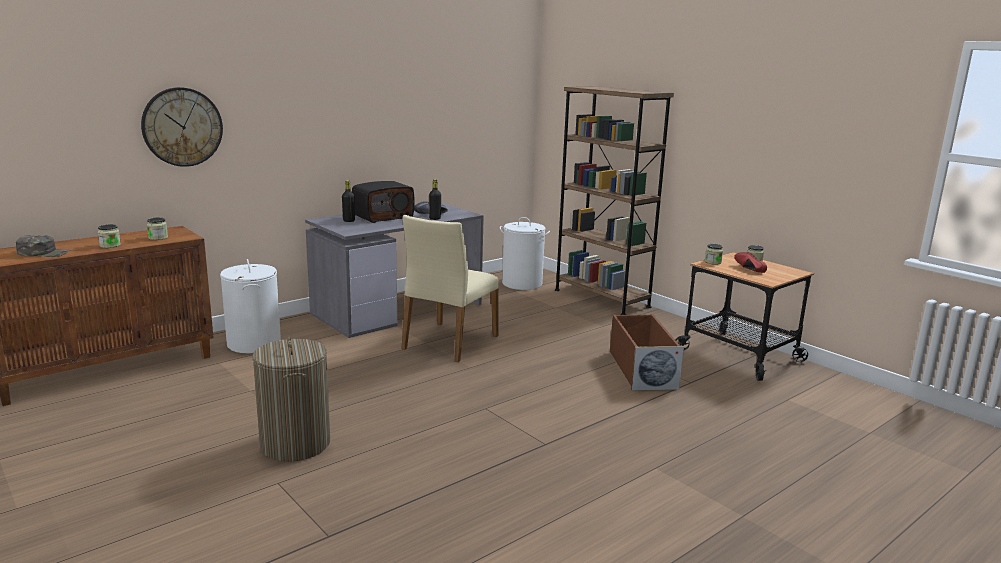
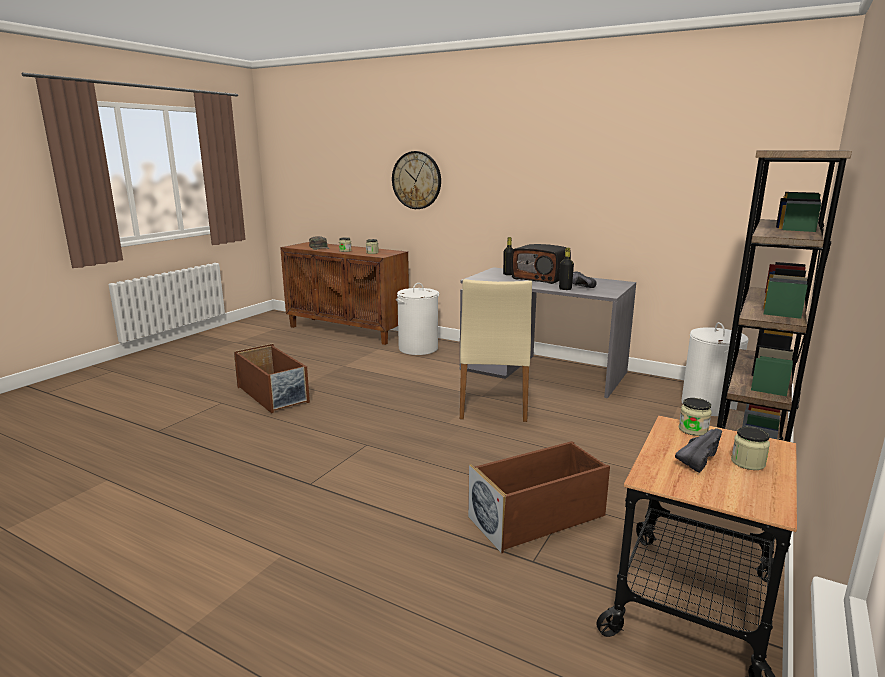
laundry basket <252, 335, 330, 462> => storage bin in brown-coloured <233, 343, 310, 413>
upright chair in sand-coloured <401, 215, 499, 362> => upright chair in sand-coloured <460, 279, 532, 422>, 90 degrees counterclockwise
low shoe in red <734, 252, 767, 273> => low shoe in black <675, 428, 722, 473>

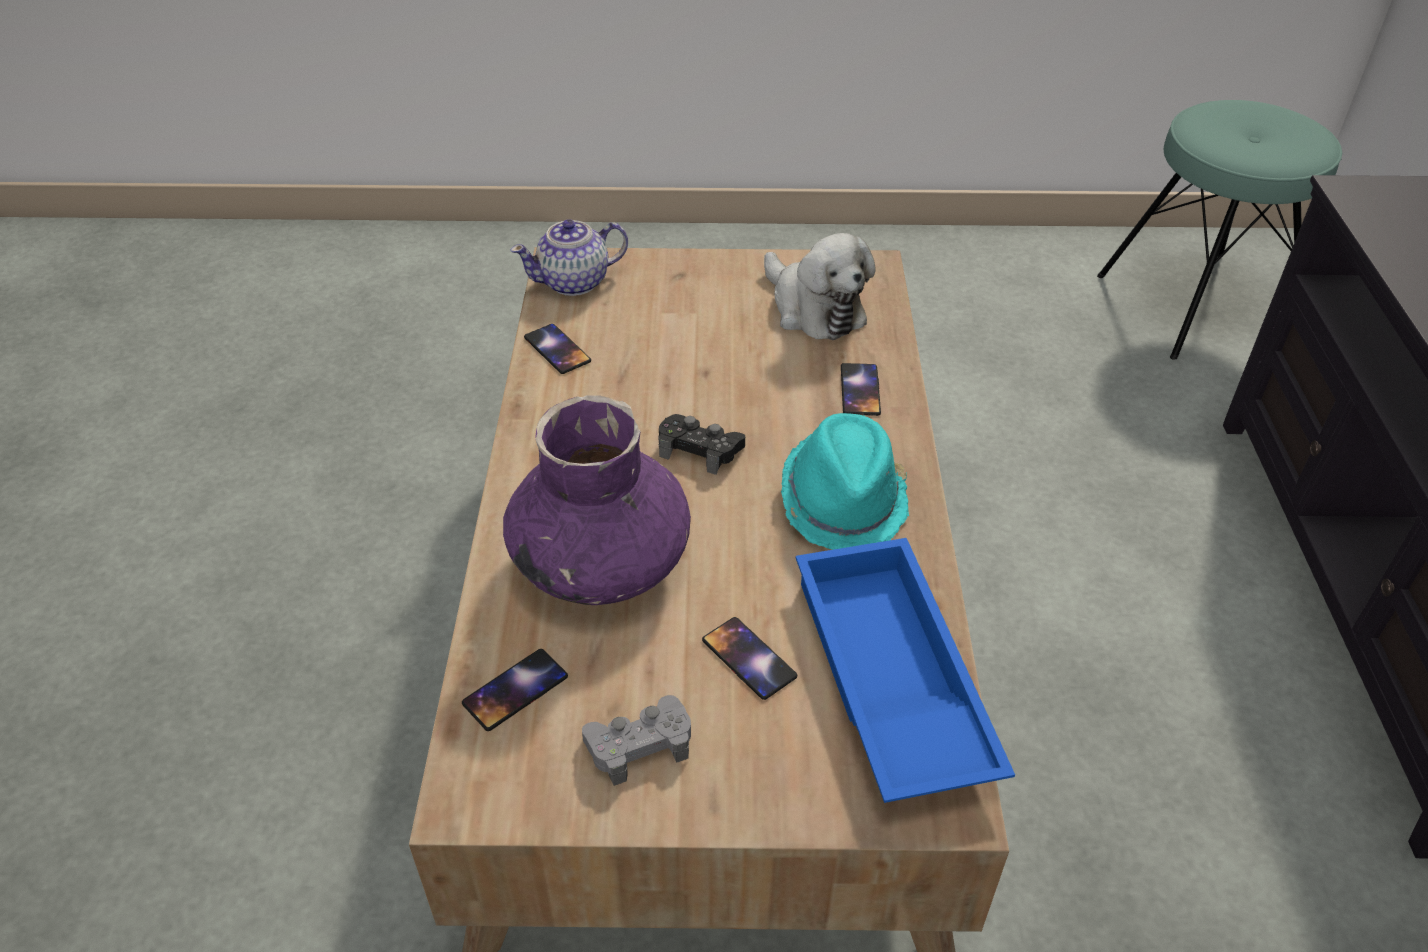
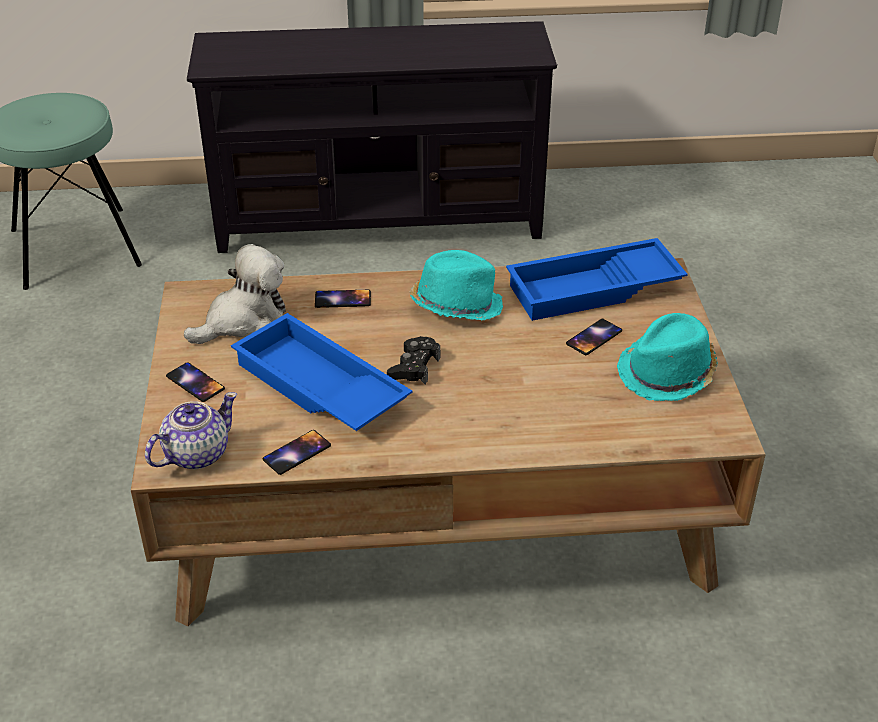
phone <462, 649, 568, 731> => phone <166, 362, 225, 402>, shifted
vase in purple <503, 395, 691, 605> => nothing
teapot <510, 219, 628, 296> => teapot <145, 392, 237, 470>, 105 degrees counterclockwise
game controller in gray <582, 695, 691, 786> => wearable hat in blue-green <617, 313, 717, 401>
nothing => carrying tray in blue-coloured <231, 313, 412, 431>

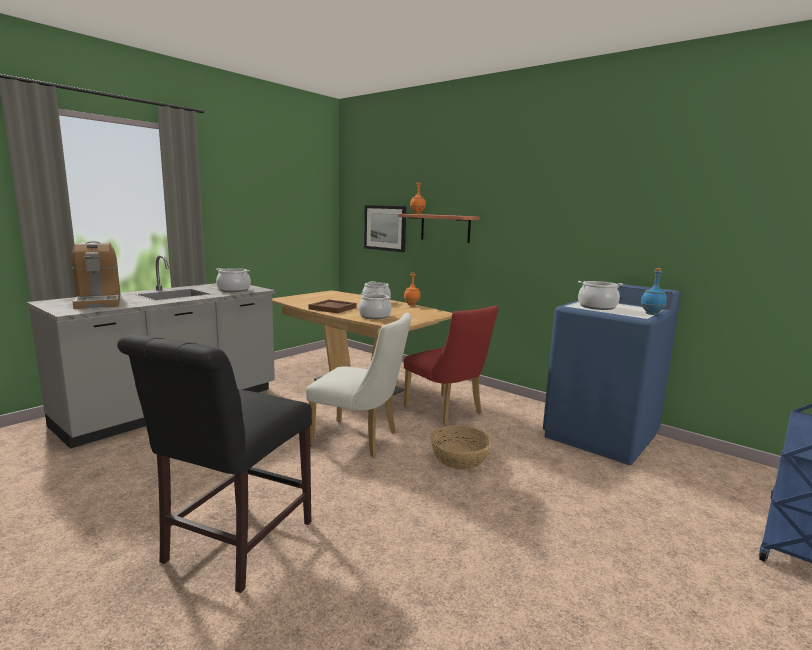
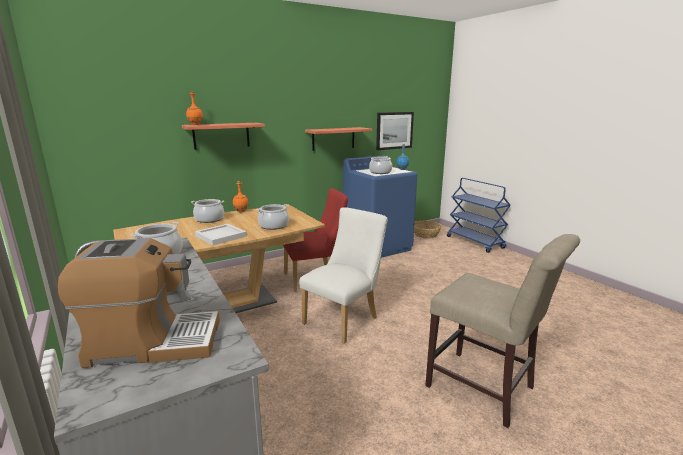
upright chair in black <117, 335, 312, 593> => upright chair in sand-coloured <425, 234, 580, 428>
carrying tray in brown-coloured <309, 299, 356, 313> => carrying tray in whitish <195, 224, 247, 245>
picture <364, 205, 406, 252> => picture <376, 112, 414, 150>, shifted
storage basket <430, 425, 492, 470> => storage basket <414, 221, 442, 239>, shifted
nothing => wall shelf <305, 127, 372, 151>

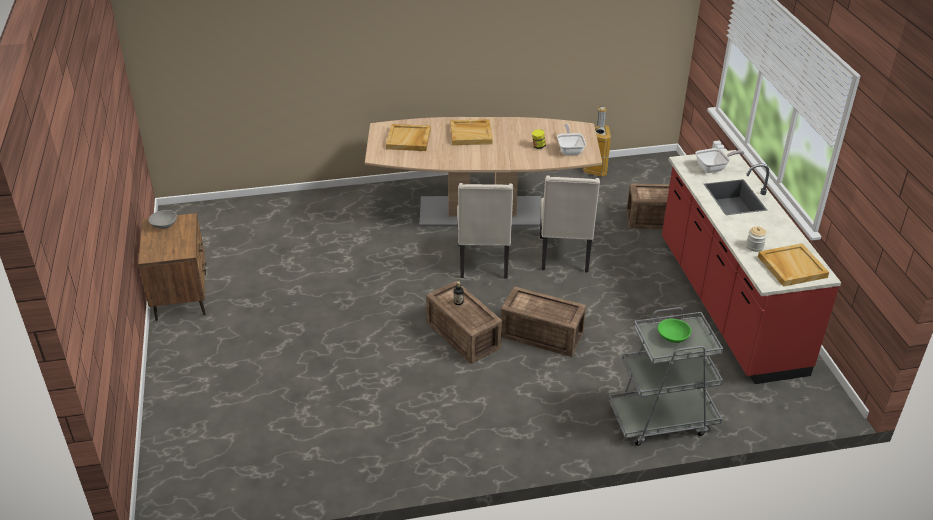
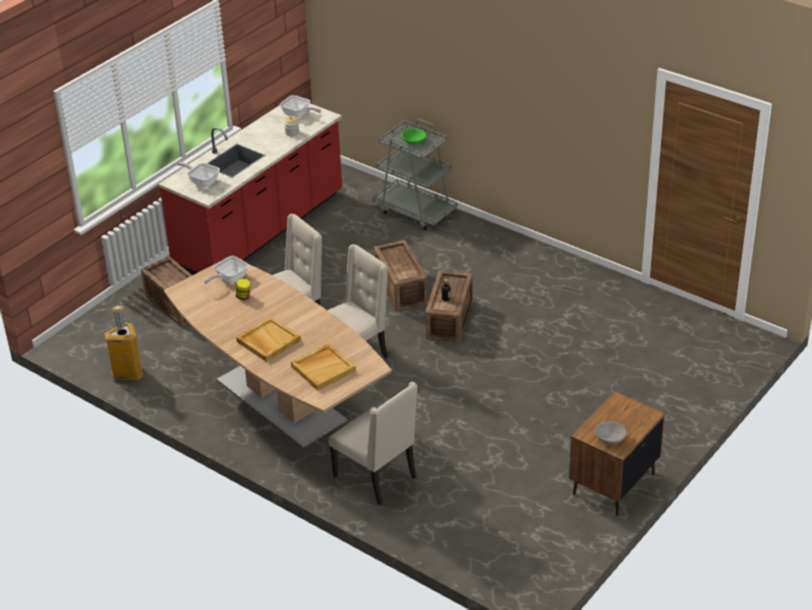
carrying tray in sand-coloured <758, 243, 829, 287> => skillet <280, 95, 321, 118>
nothing => upright chair in sand-coloured <329, 382, 418, 505>

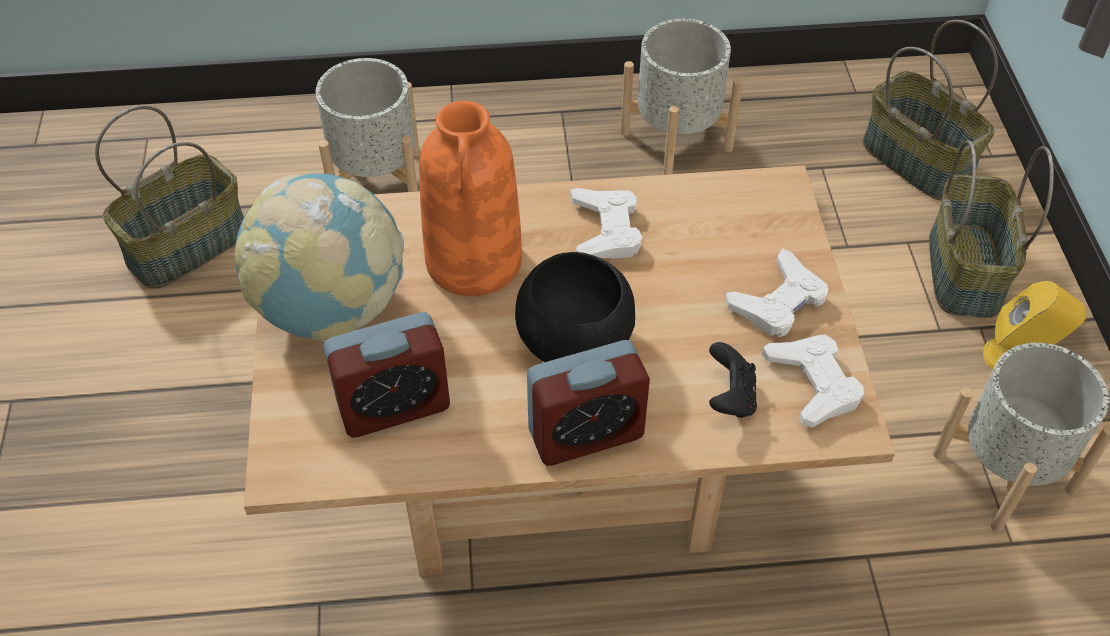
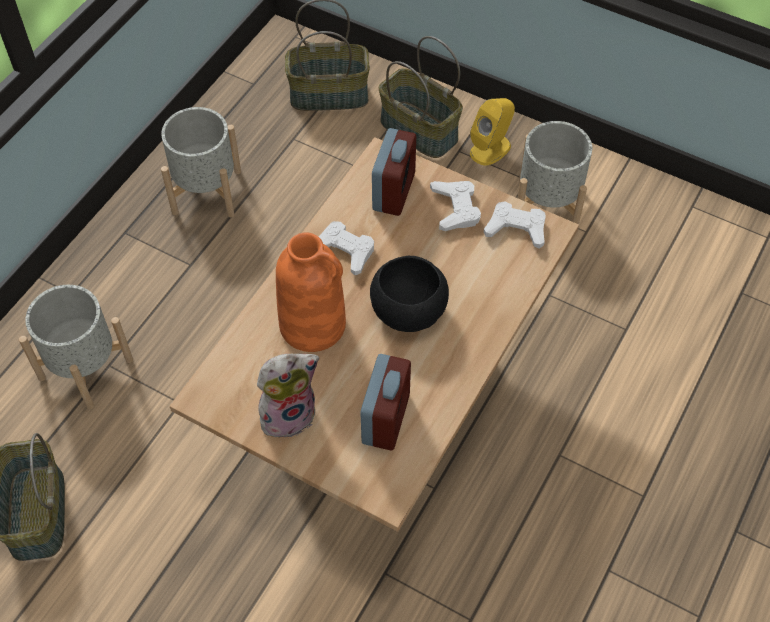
desk globe <235, 174, 405, 341> => soft toy <257, 354, 319, 437>
bedside clock <527, 340, 650, 466> => bedside clock <372, 128, 416, 216>, shifted
game controller in black <709, 342, 757, 418> => nothing

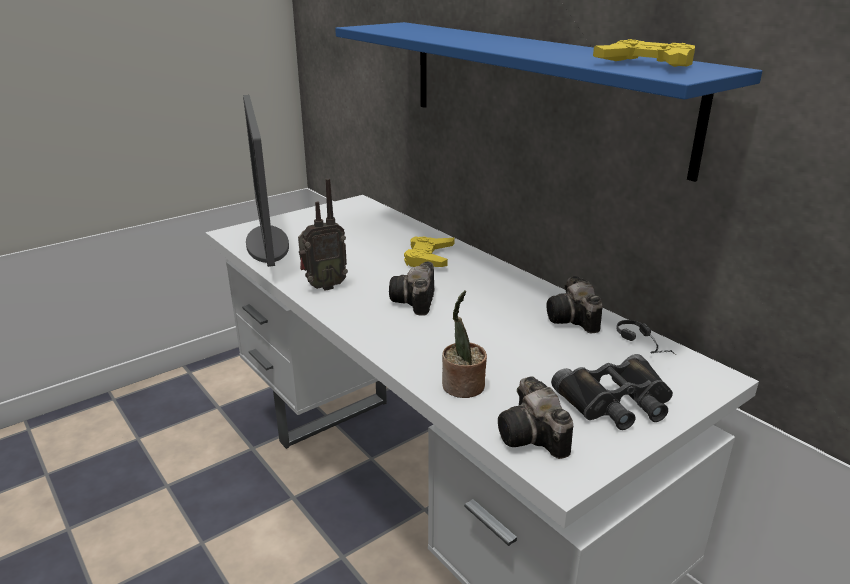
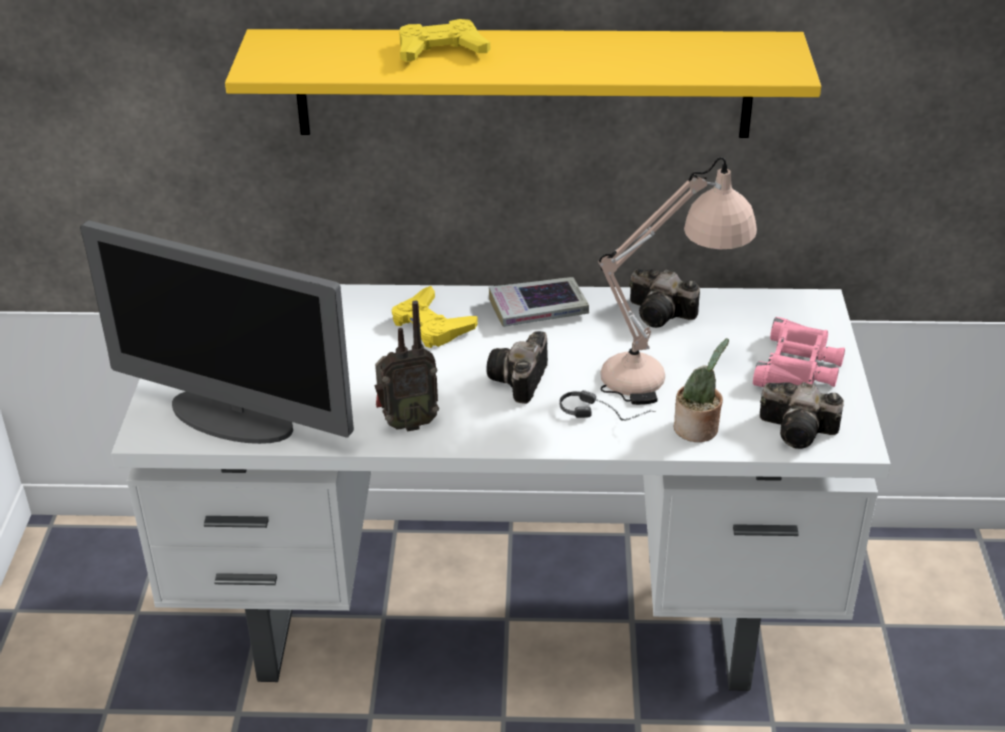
radio set <298, 178, 348, 291> => radio set <374, 301, 439, 432>, 60 degrees clockwise
wall shelf in blue-coloured <335, 22, 762, 182> => wall shelf in yellowish <225, 29, 821, 138>
still camera <389, 262, 435, 315> => still camera <486, 331, 548, 404>, 60 degrees clockwise
pair of binoculars in black <551, 354, 673, 430> => pair of binoculars in pinkish <753, 317, 845, 387>
game controller in yellowish <593, 39, 695, 67> => game controller in yellowish <399, 19, 490, 62>, shifted
headset <616, 320, 676, 355> => headset <559, 390, 655, 421>, shifted
nothing => book <489, 277, 589, 327>
nothing => tabletop lamp in sand-coloured <598, 157, 757, 405>

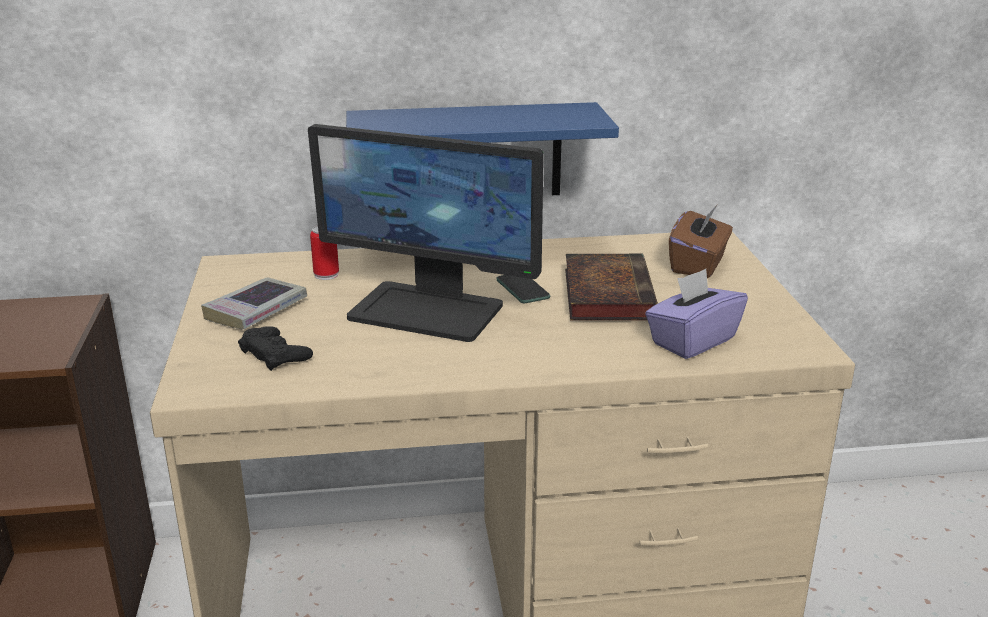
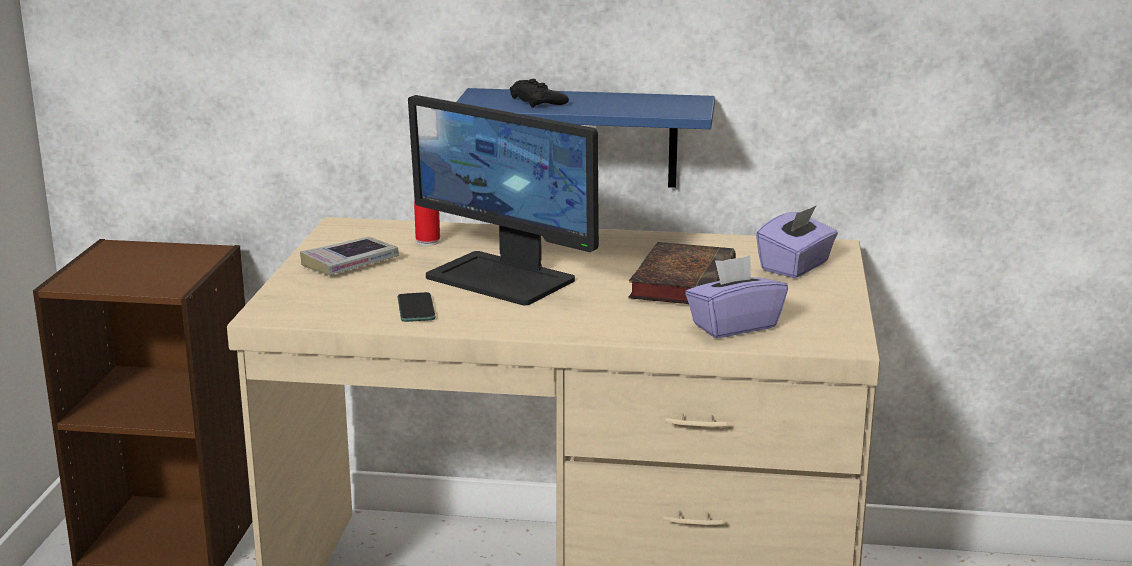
game controller in black <238, 326, 313, 371> => game controller in black <510, 79, 569, 108>, shifted
phone <496, 275, 550, 303> => phone <398, 292, 436, 322>, shifted
tissue holder in brown-coloured <669, 204, 733, 278> => tissue holder in purple <756, 205, 838, 278>

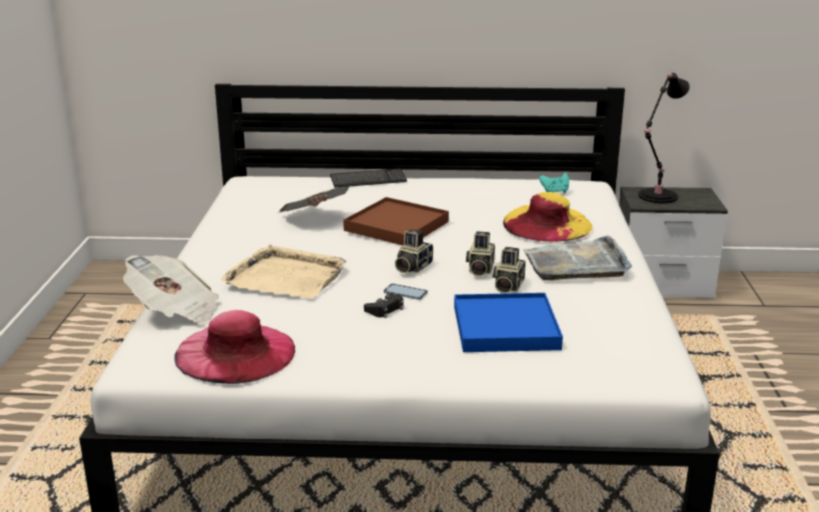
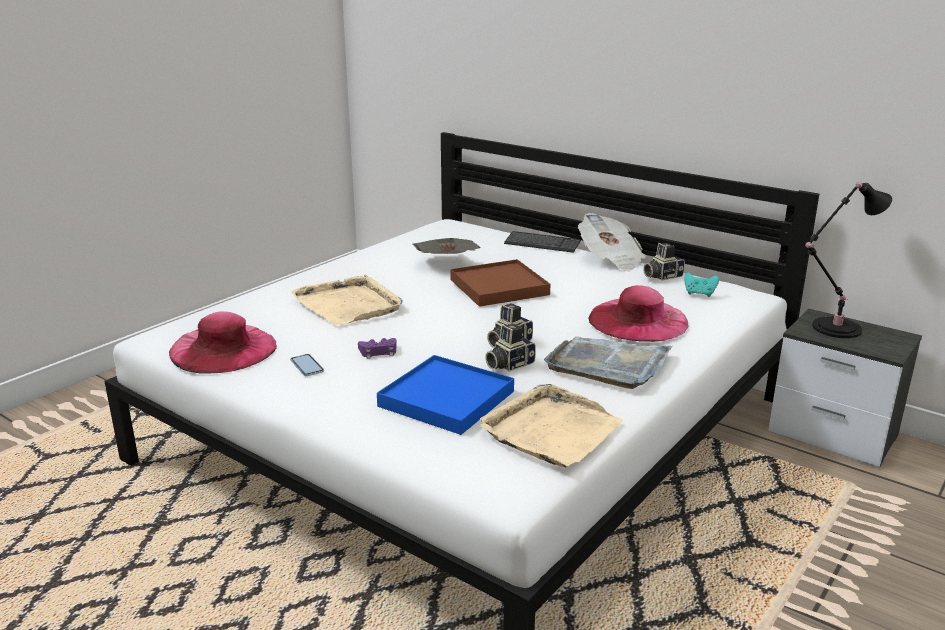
printed paper <123, 255, 219, 324> => printed paper <578, 213, 646, 271>, shifted
game controller in black <364, 292, 404, 318> => game controller in purple <358, 338, 397, 359>
phone <384, 284, 428, 300> => phone <291, 354, 324, 376>, shifted
still camera <395, 229, 433, 273> => still camera <643, 243, 685, 281>, shifted
wearable hat in yellowish <503, 192, 592, 242> => wearable hat in pinkish <589, 285, 688, 342>
nothing => carrying tray in sand-coloured <480, 384, 623, 468>

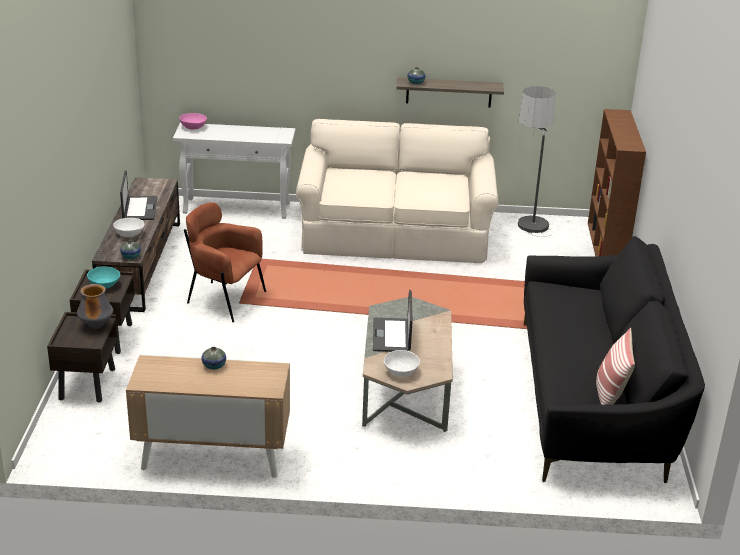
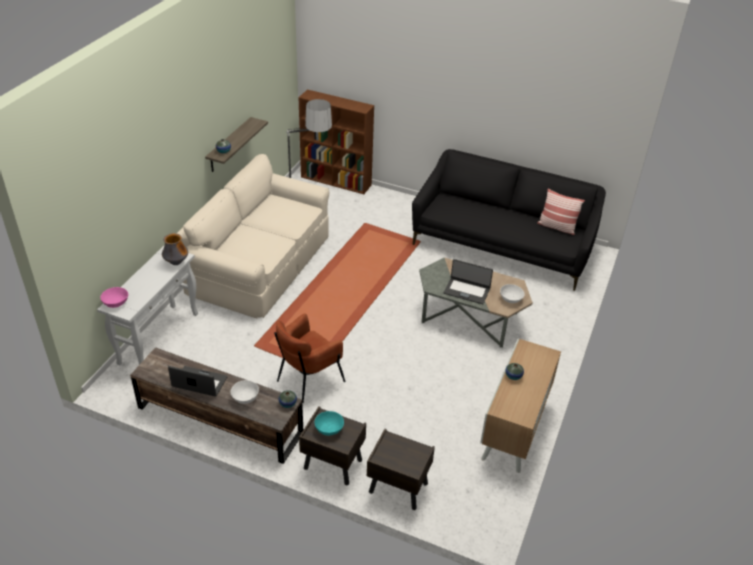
vase <77, 284, 113, 329> => vase <162, 233, 188, 265>, shifted

